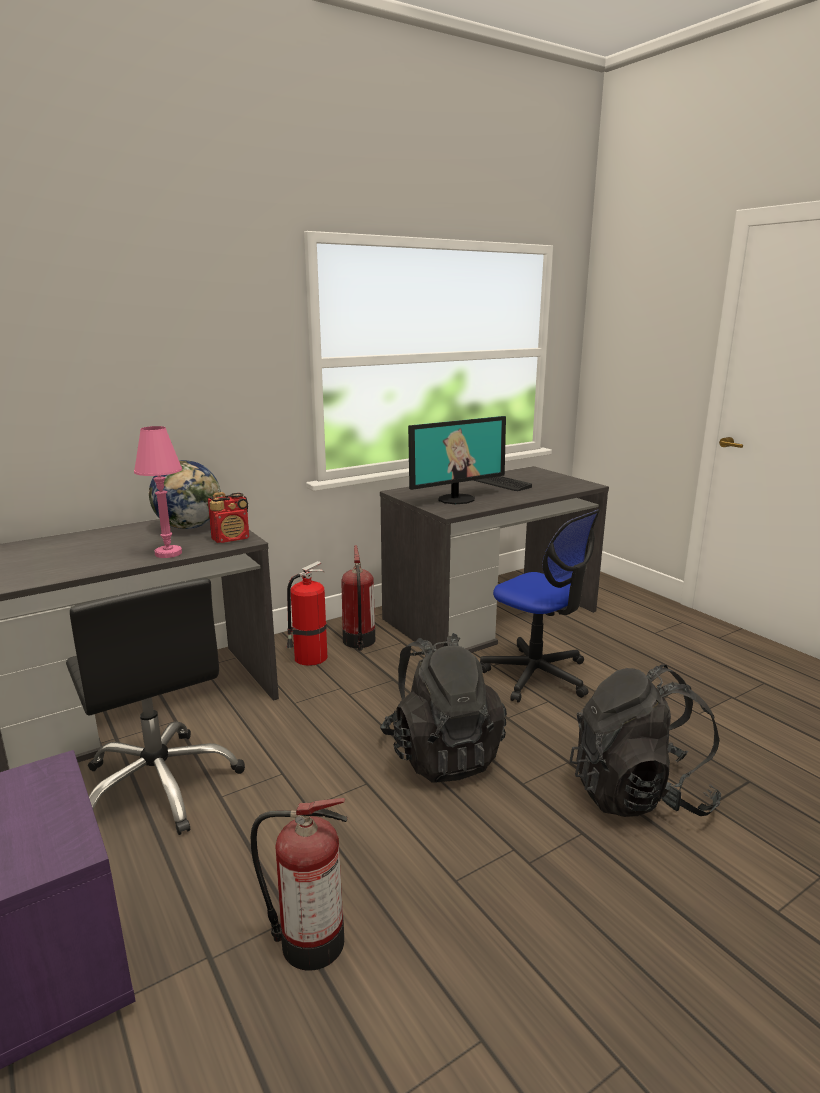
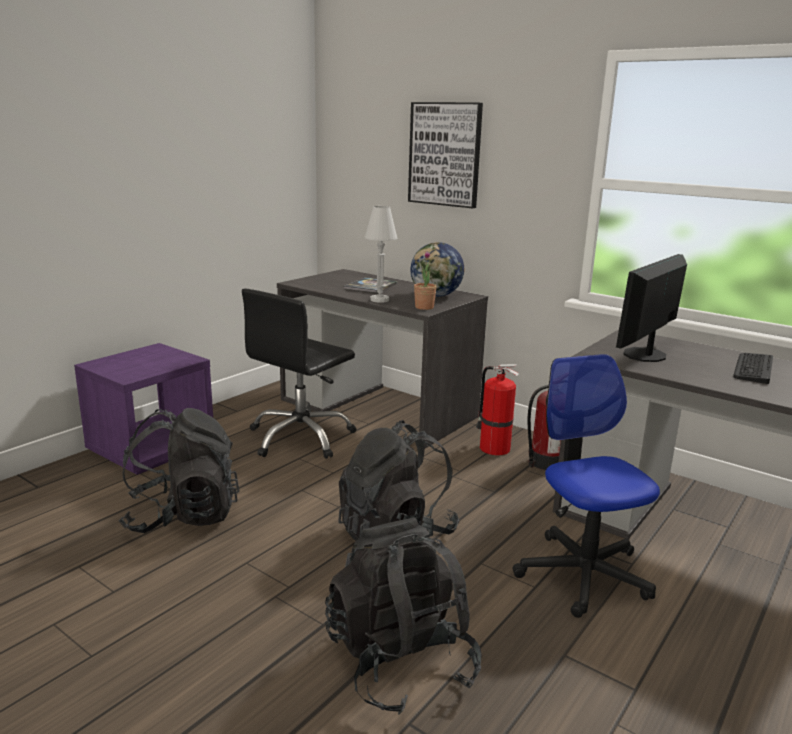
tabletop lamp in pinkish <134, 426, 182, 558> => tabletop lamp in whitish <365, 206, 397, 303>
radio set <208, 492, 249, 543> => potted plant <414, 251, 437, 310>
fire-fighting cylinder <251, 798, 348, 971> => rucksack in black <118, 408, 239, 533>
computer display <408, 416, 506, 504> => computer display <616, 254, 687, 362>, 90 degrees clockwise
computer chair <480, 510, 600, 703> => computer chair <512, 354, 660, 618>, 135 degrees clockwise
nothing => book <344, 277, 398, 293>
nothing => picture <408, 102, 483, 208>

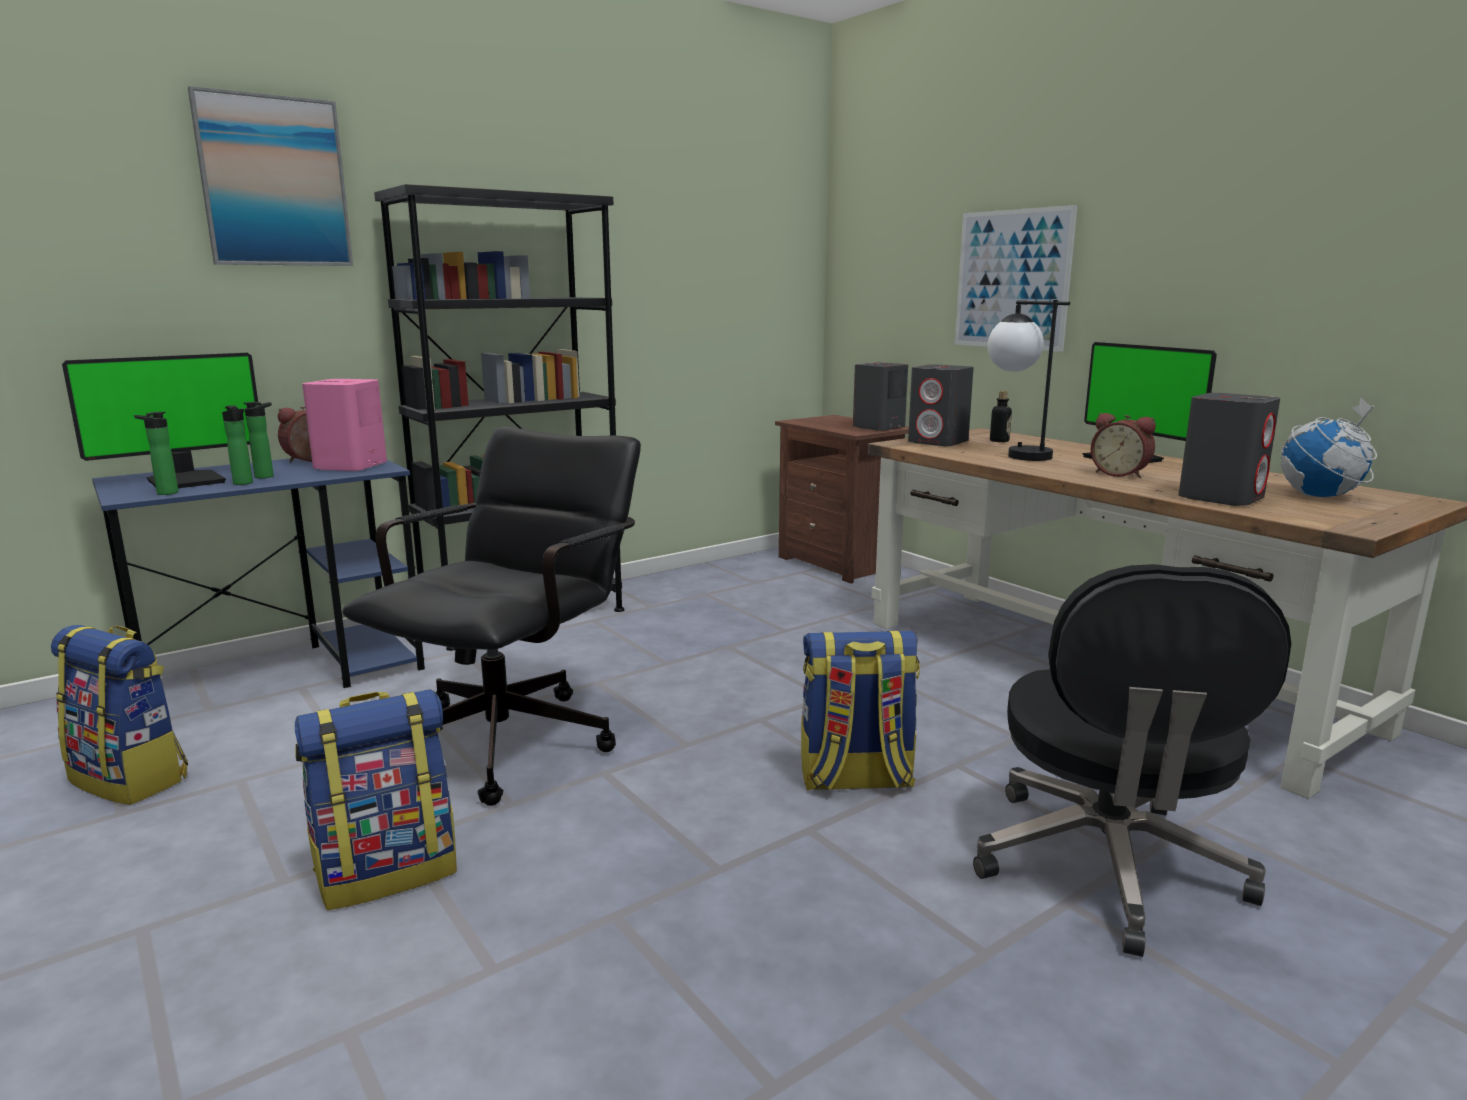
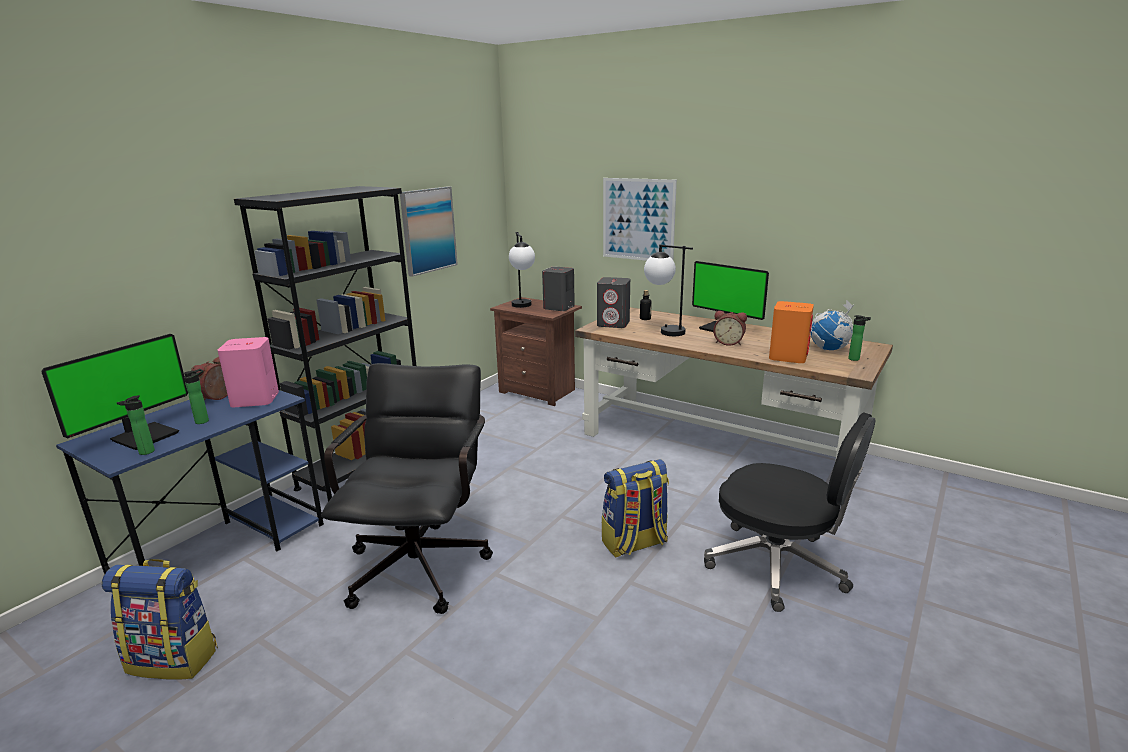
picture <188, 86, 353, 266> => picture <400, 186, 458, 277>, shifted
drink bottle <222, 405, 253, 485> => drink bottle <848, 315, 871, 361>, shifted
rucksack <295, 689, 457, 910> => nothing
computer chair in black <973, 564, 1291, 957> => computer chair in black <704, 412, 875, 612>, 45 degrees counterclockwise
audio speaker in gray <1179, 393, 1280, 506> => audio speaker in orange <769, 301, 814, 363>
nothing => tabletop lamp <509, 232, 535, 308>

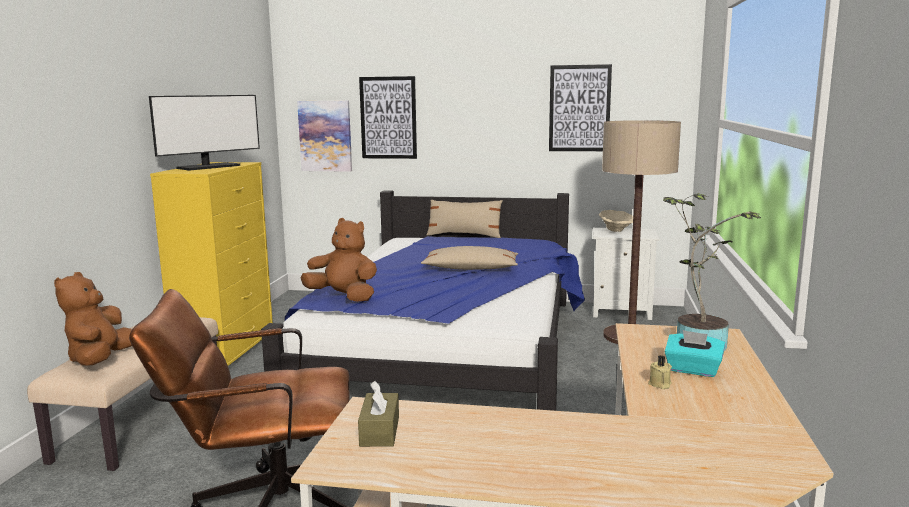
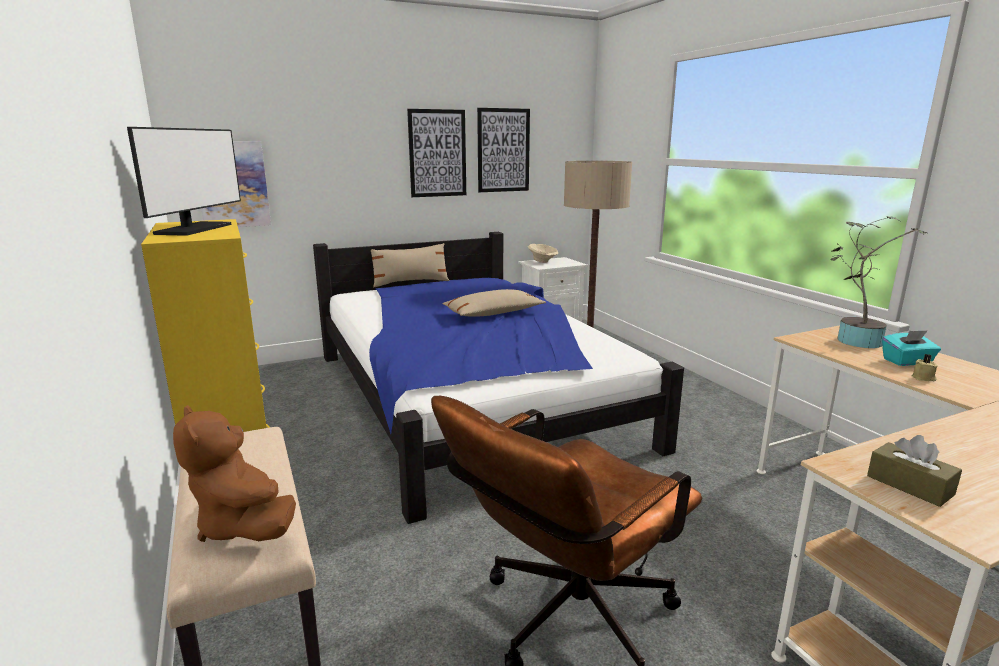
soft toy in brown-coloured <301, 218, 377, 302> => nothing
picture <359, 76, 417, 159> => picture <407, 109, 466, 197>, shifted

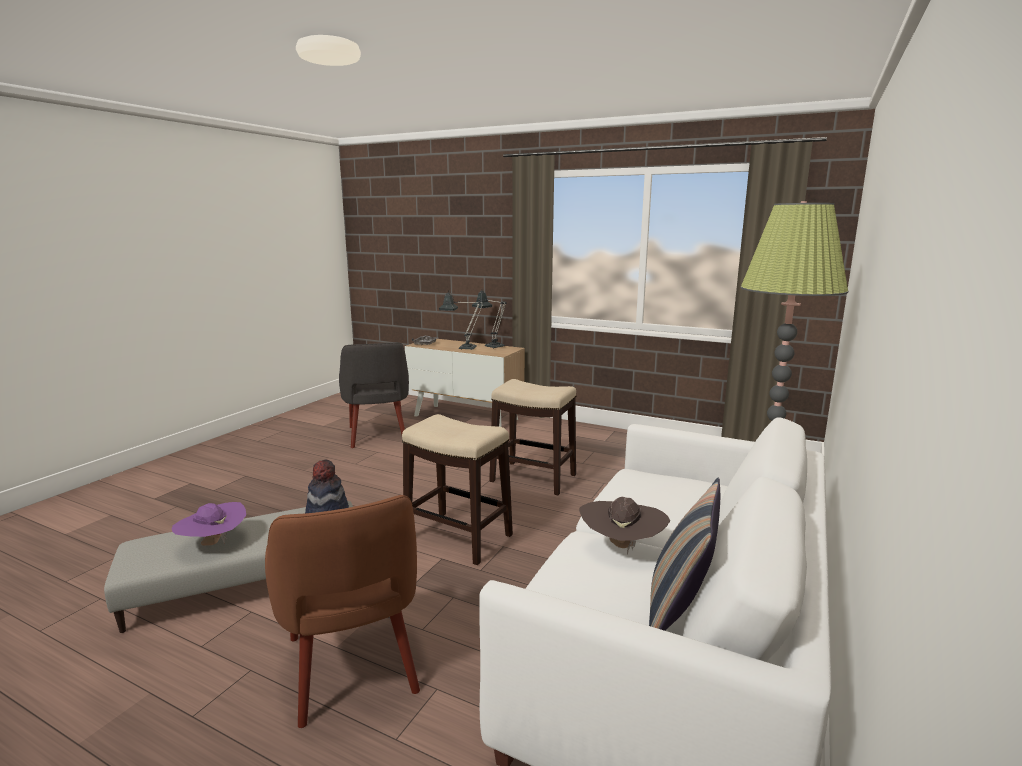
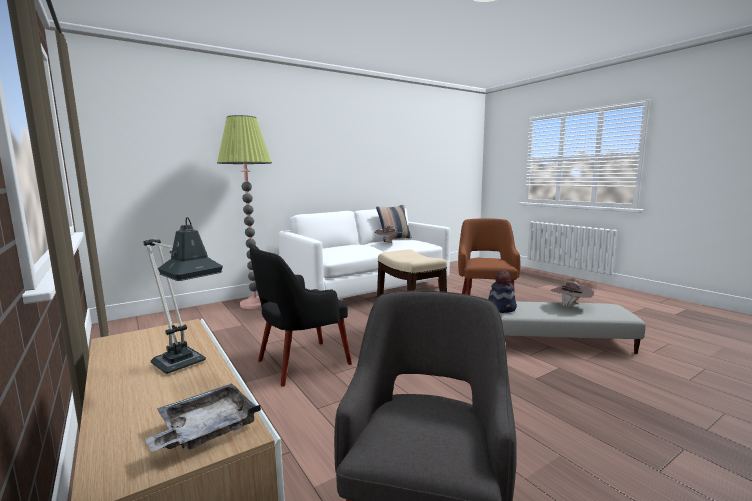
wearable hat in purple <172, 502, 246, 546> => wearable hat in brown-coloured <551, 281, 594, 306>
tabletop lamp <472, 291, 507, 349> => nothing
stool <489, 379, 576, 495> => armchair in black <250, 245, 352, 387>

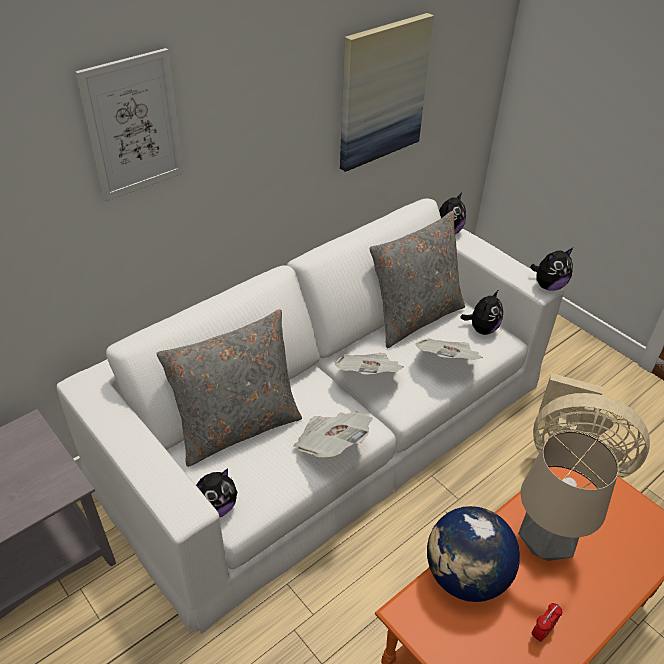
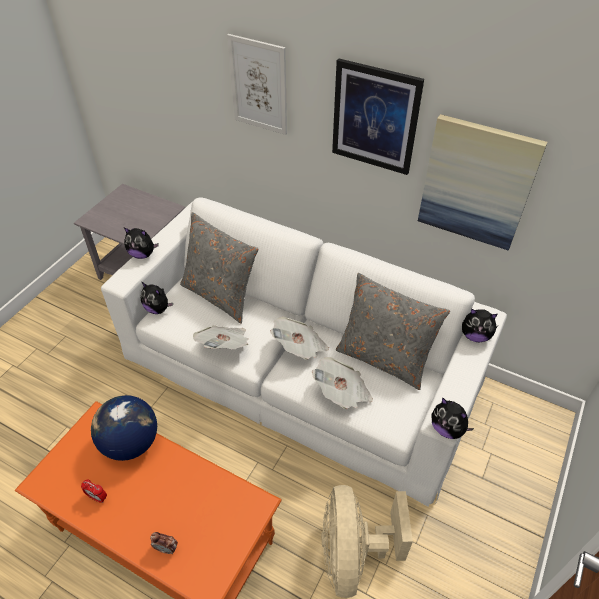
soft toy <460, 289, 503, 335> => soft toy <124, 227, 159, 259>, shifted
tabletop lamp <518, 430, 619, 561> => nothing
nothing => bedside clock <150, 532, 178, 554>
nothing => picture <332, 59, 424, 175>

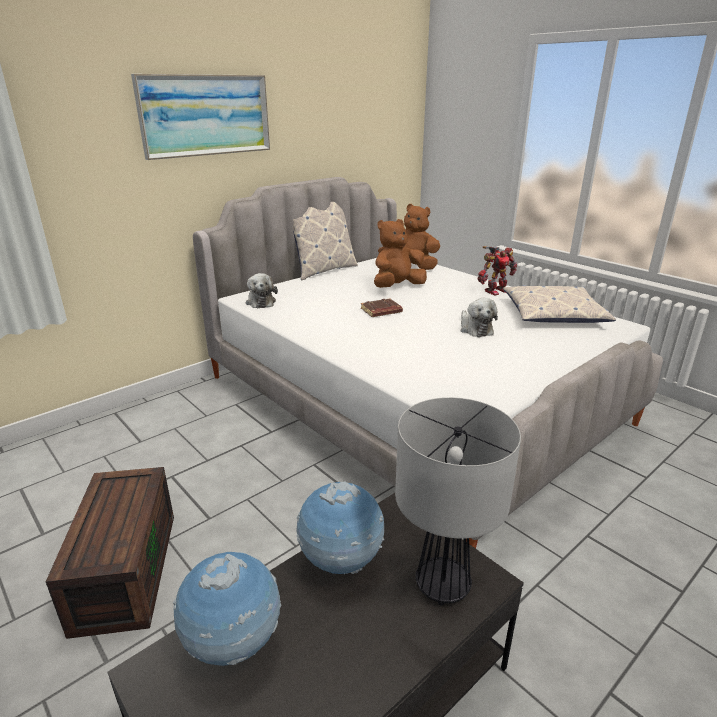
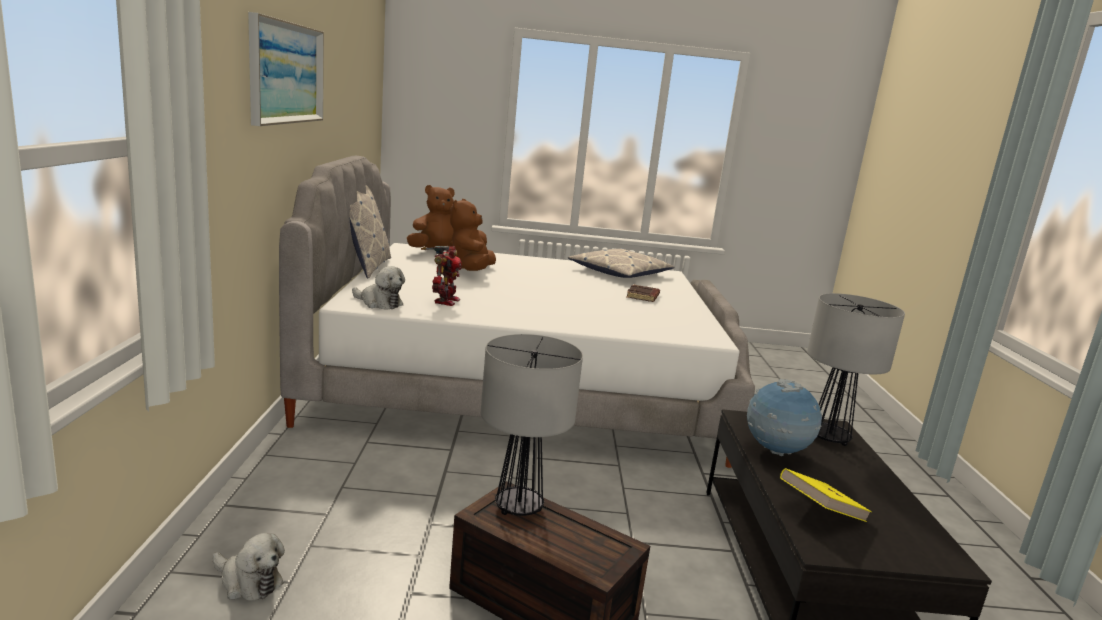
desk globe <173, 552, 281, 666> => book in yellowish <780, 468, 872, 522>
book in brown-coloured <361, 298, 403, 317> => book in brown-coloured <626, 284, 660, 302>, shifted
soft toy <461, 298, 498, 337> => soft toy <212, 533, 285, 601>, shifted
model robot <478, 246, 517, 296> => model robot <421, 246, 462, 306>, shifted
nothing => tabletop lamp <481, 334, 583, 516>

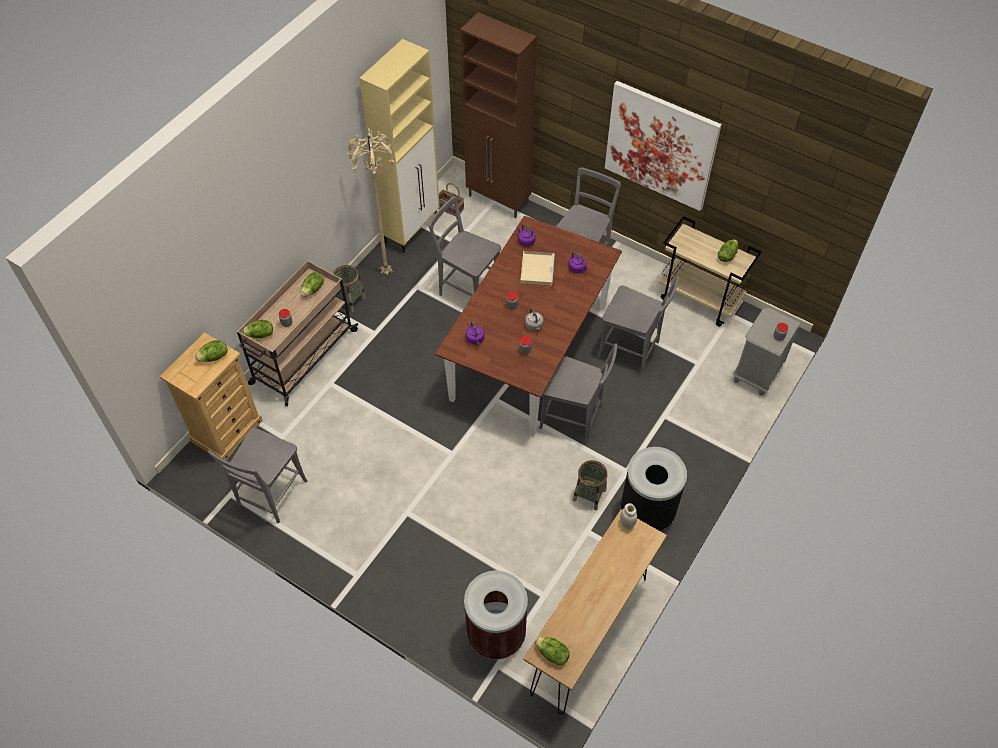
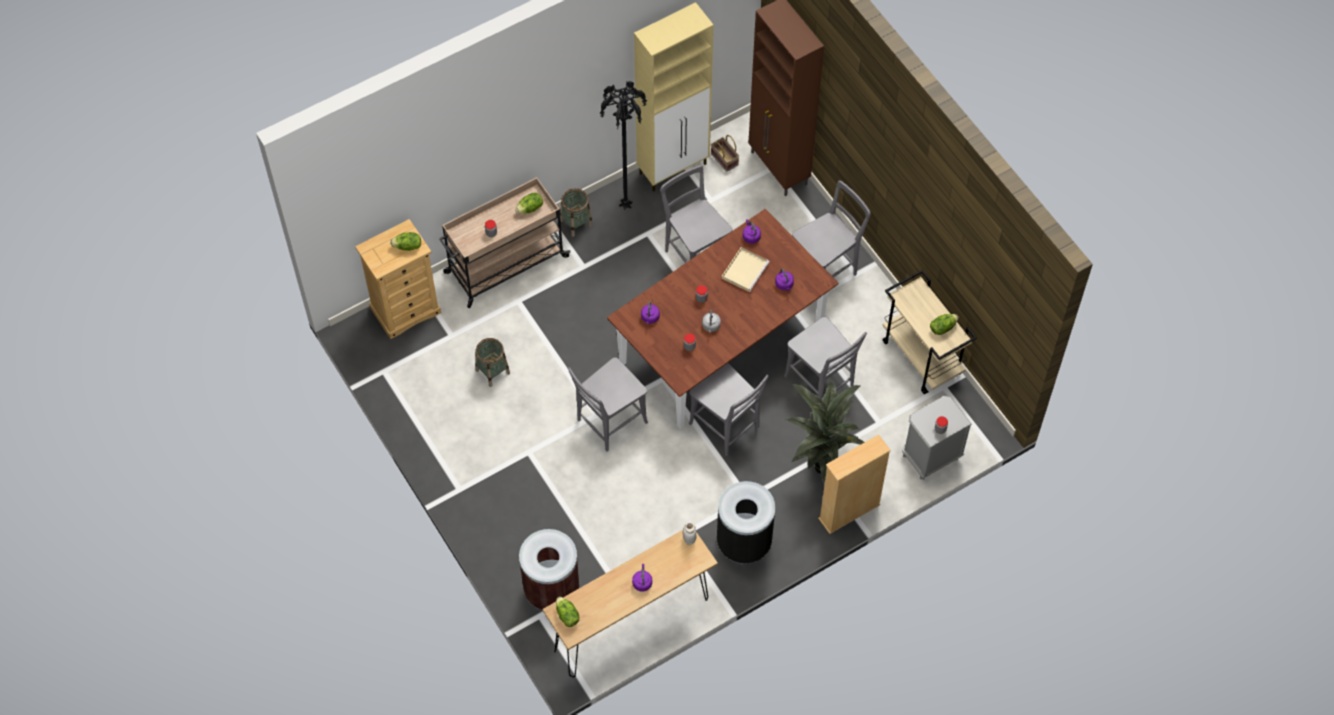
upright chair in gray <207, 428, 308, 523> => upright chair in gray <568, 357, 648, 452>, shifted
head of lettuce <242, 320, 273, 338> => nothing
floor lamp in sand-coloured <348, 128, 394, 275> => floor lamp in black <600, 81, 647, 210>
storage basket <573, 460, 607, 510> => storage basket <475, 338, 510, 387>, shifted
picture <605, 81, 722, 211> => nothing
nothing => kettle in purple <632, 564, 652, 592>
nothing => potted plant <786, 381, 864, 482>
nothing => shelving unit in sand-coloured <818, 434, 891, 534>

